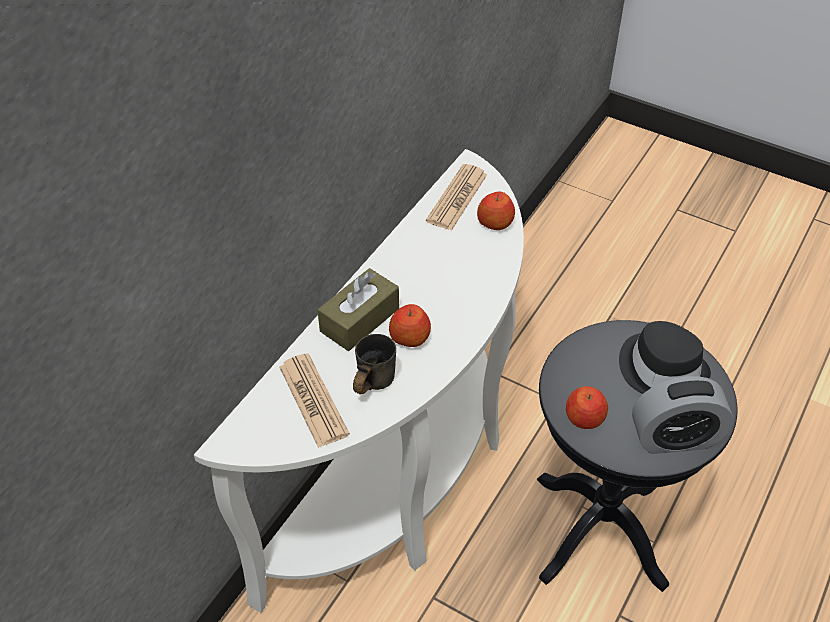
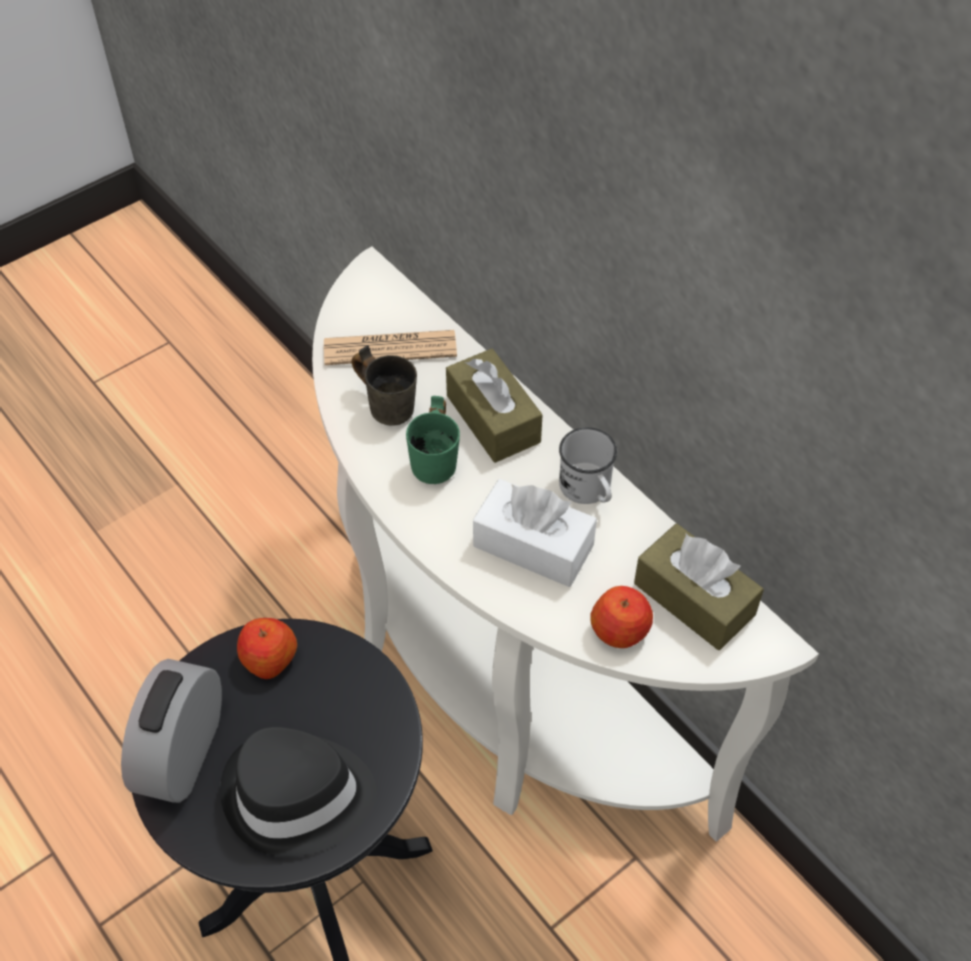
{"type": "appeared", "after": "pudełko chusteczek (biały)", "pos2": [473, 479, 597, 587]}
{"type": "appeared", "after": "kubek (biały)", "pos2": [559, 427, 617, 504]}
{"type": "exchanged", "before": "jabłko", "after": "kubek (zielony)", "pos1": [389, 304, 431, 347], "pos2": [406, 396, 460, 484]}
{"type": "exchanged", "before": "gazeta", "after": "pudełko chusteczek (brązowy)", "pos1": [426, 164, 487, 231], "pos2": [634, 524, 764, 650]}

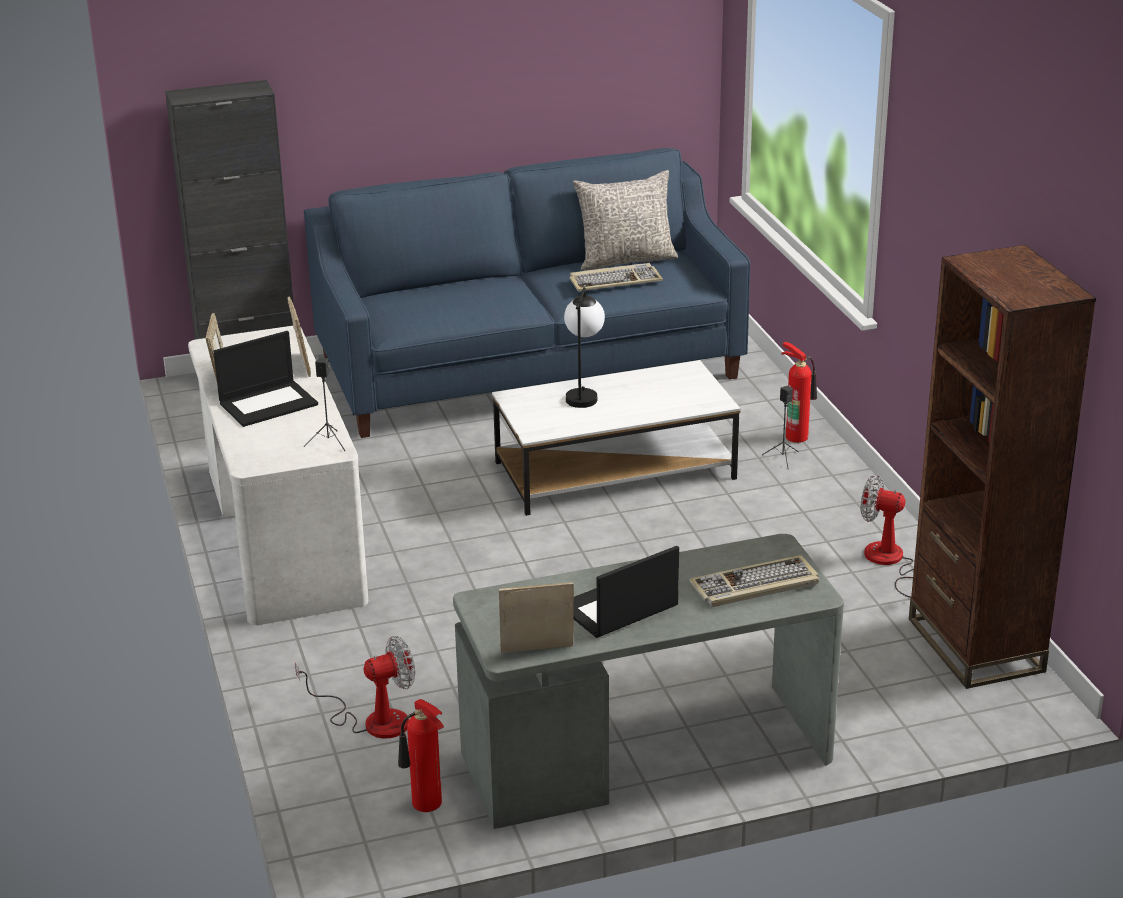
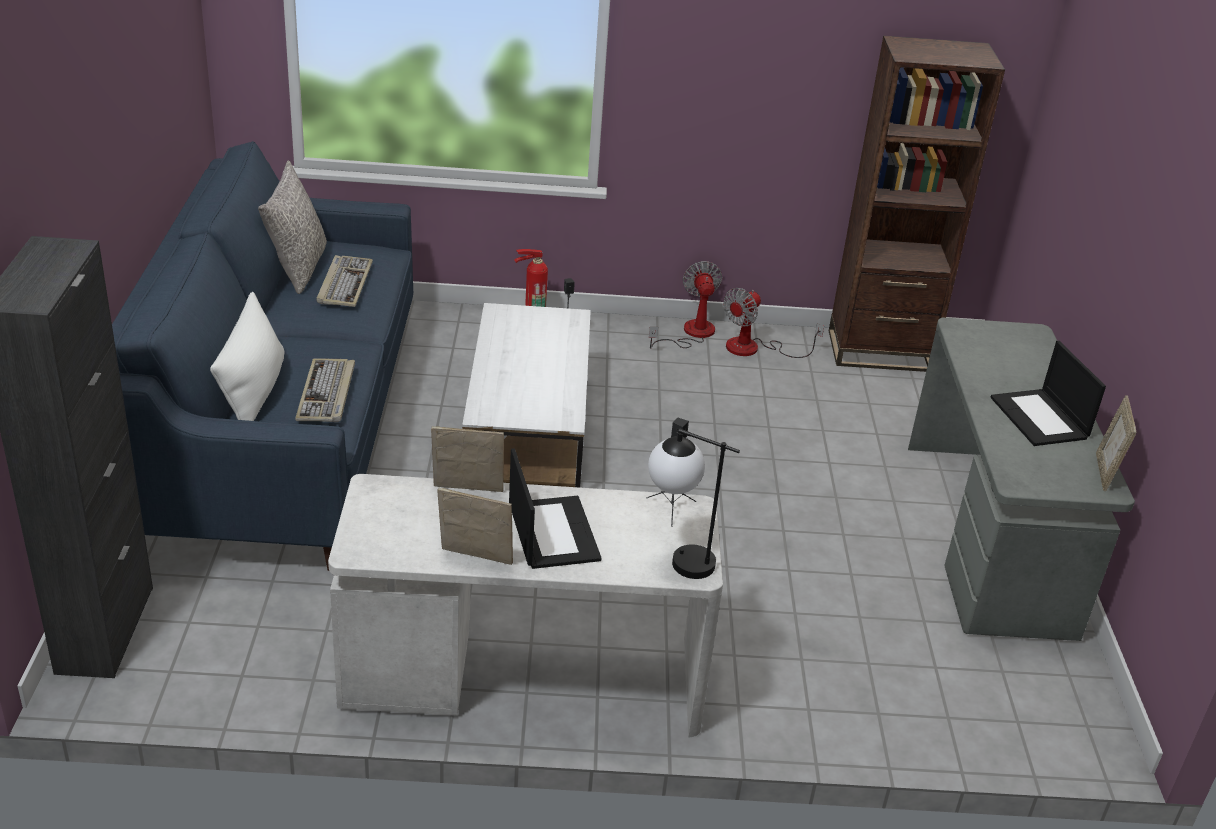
{"type": "missing", "before": "gaśnica", "pos1": [398, 699, 444, 812]}
{"type": "appeared", "after": "poduszka (biały)", "pos2": [210, 292, 285, 421]}
{"type": "relocated", "before": "wentylator", "pos1": [295, 636, 415, 739], "pos2": [649, 261, 722, 349]}
{"type": "relocated", "before": "lampa stołowa", "pos1": [564, 287, 605, 408], "pos2": [648, 429, 740, 579]}
{"type": "relocated", "before": "klawiatura", "pos1": [689, 555, 819, 607], "pos2": [295, 358, 355, 422]}

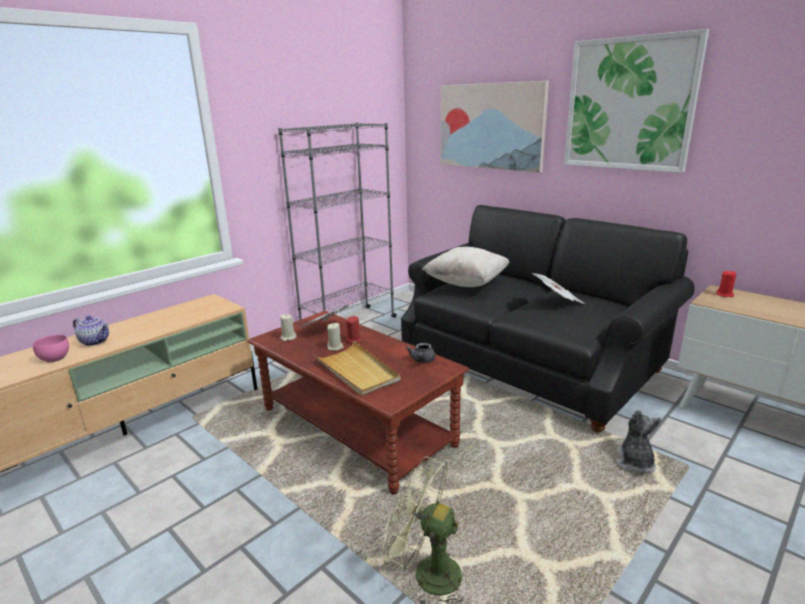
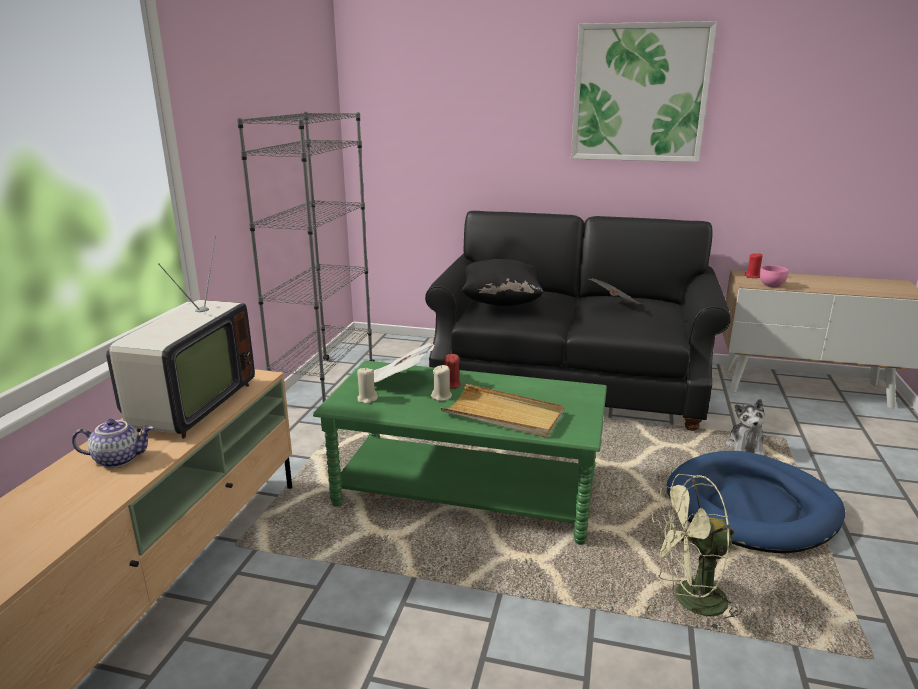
{"type": "missing", "before": "imbryk (szary)", "pos1": [406, 343, 436, 363]}
{"type": "missing", "before": "obraz", "pos1": [441, 81, 549, 173]}
{"type": "appeared", "after": "telewizor", "pos2": [106, 236, 255, 438]}
{"type": "appeared", "after": "legowisko (niebieski)", "pos2": [667, 451, 845, 554]}
{"type": "relocated", "before": "miska (różowy)", "pos1": [32, 335, 69, 363], "pos2": [760, 266, 788, 287]}
{"type": "colour", "before": "ława (brązowy)", "after": "ława (zielony)", "pos1": [247, 311, 469, 495], "pos2": [313, 361, 607, 545]}
{"type": "colour", "before": "poduszka (beżowy)", "after": "poduszka (czarny)", "pos1": [422, 247, 510, 287], "pos2": [461, 259, 544, 306]}
{"type": "spun", "before": "pluszak", "pos1": [616, 410, 661, 473], "pos2": [726, 399, 765, 455], "turn": -150}

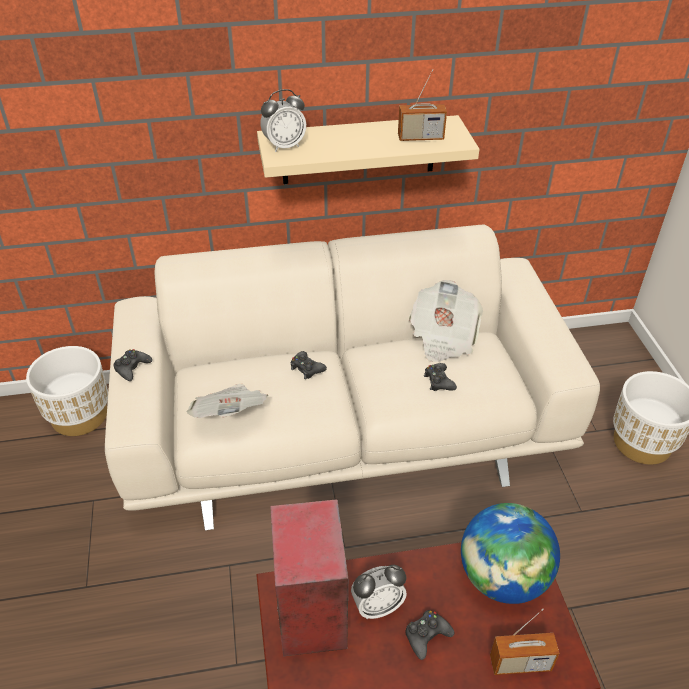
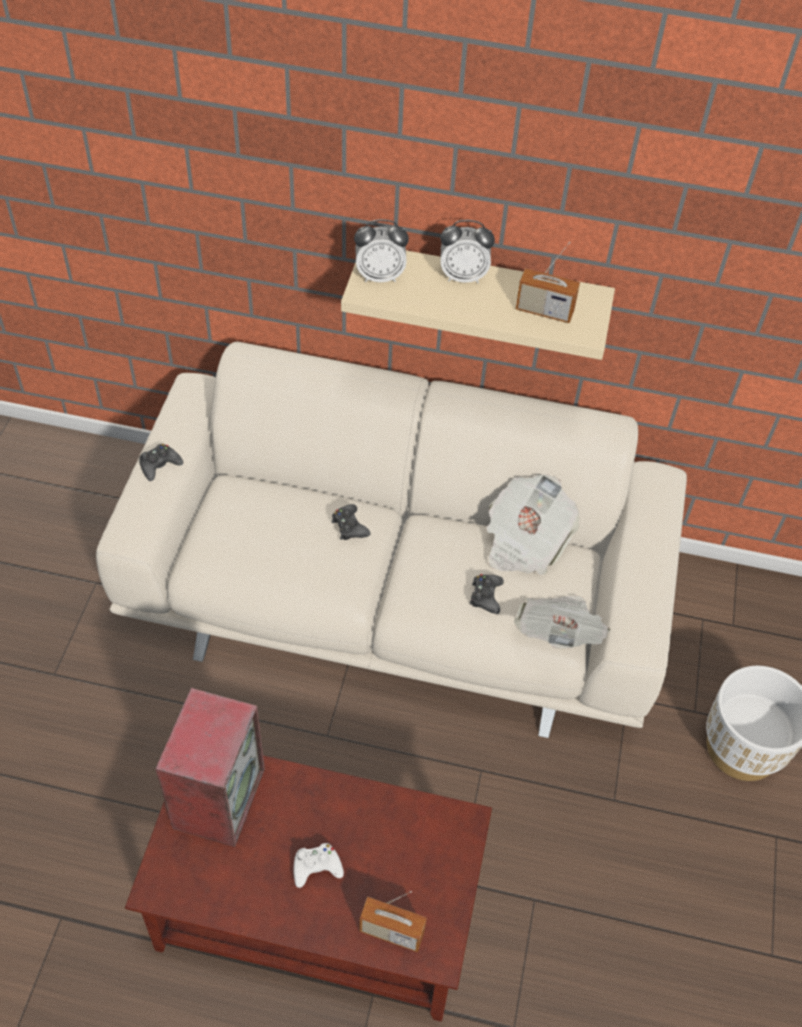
{"type": "missing", "before": "donica (biały)", "pos1": [26, 346, 108, 436]}
{"type": "missing", "before": "globus", "pos1": [461, 503, 560, 604]}
{"type": "relocated", "before": "gazeta", "pos1": [187, 384, 269, 418], "pos2": [514, 595, 610, 649]}
{"type": "relocated", "before": "budzik", "pos1": [351, 565, 407, 619], "pos2": [440, 220, 495, 283]}
{"type": "colour", "before": "pad do gier (czarny)", "after": "pad do gier (biały)", "pos1": [406, 610, 454, 660], "pos2": [293, 843, 344, 888]}

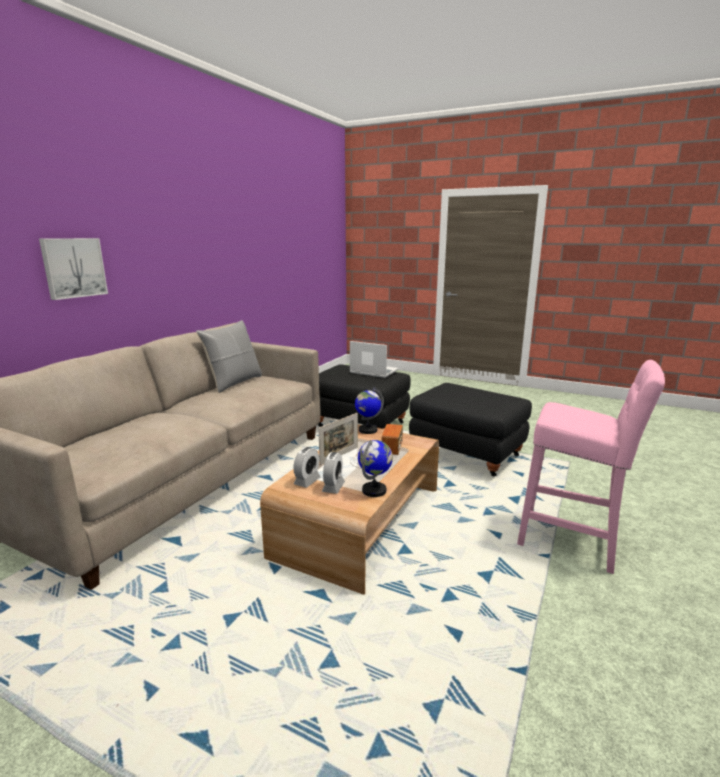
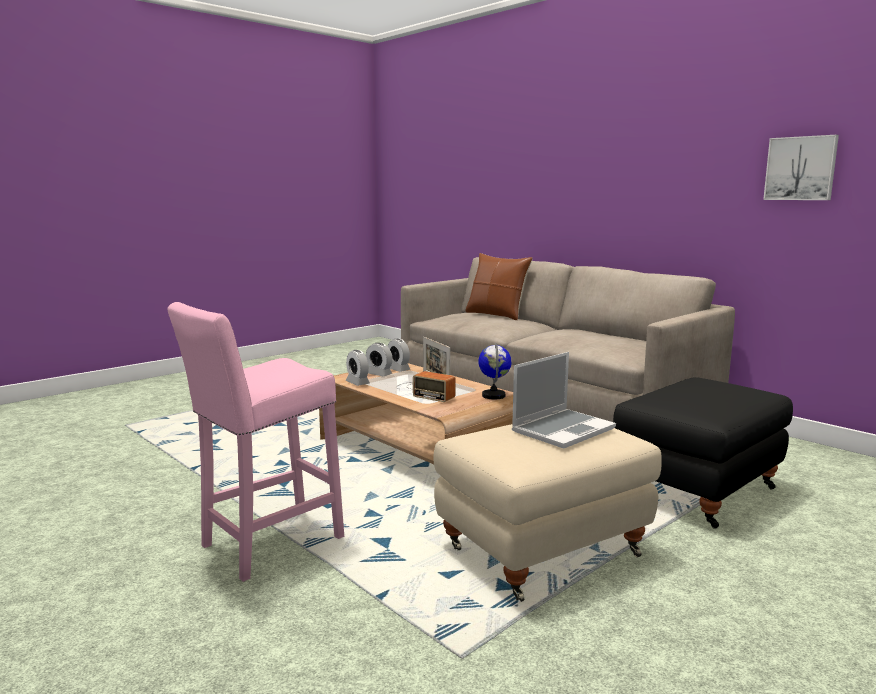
{"type": "missing", "before": "poduszka (szary)", "pos1": [196, 320, 262, 393]}
{"type": "appeared", "after": "poduszka (brązowy)", "pos2": [465, 253, 533, 320]}
{"type": "relocated", "before": "obraz", "pos1": [39, 238, 108, 300], "pos2": [763, 135, 839, 200]}
{"type": "relocated", "before": "laptop", "pos1": [350, 341, 399, 378], "pos2": [512, 352, 616, 449]}
{"type": "exchanged", "before": "globus", "after": "budzik", "pos1": [358, 440, 393, 497], "pos2": [346, 350, 370, 386]}
{"type": "colour", "before": "pufa (czarny)", "after": "pufa (beżowy)", "pos1": [409, 383, 532, 477], "pos2": [433, 424, 662, 602]}

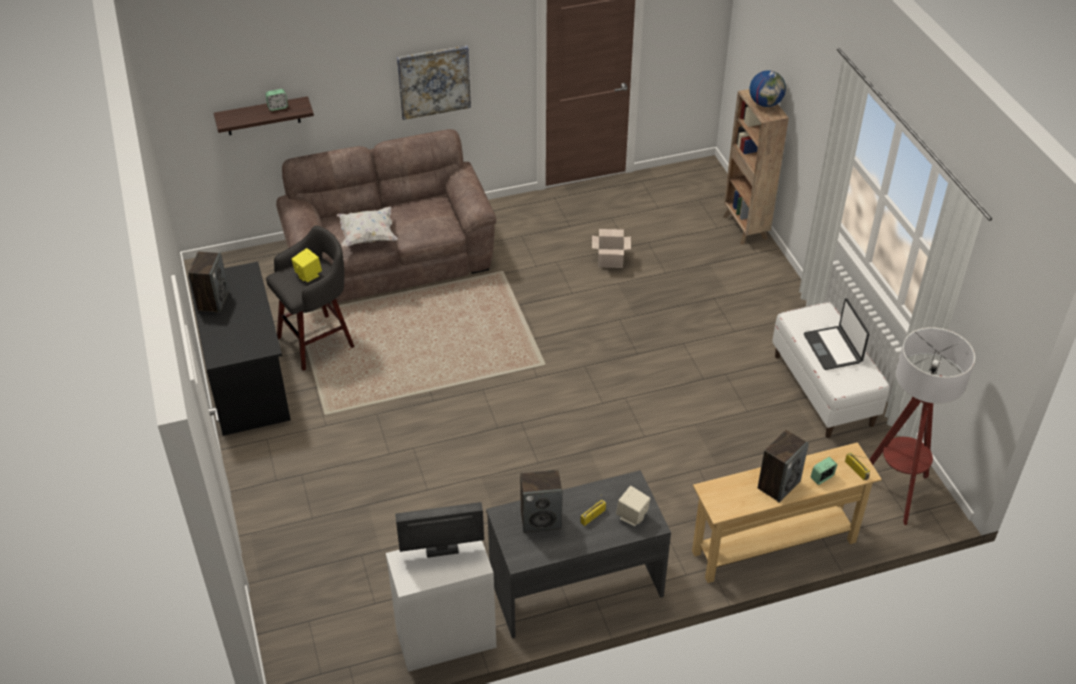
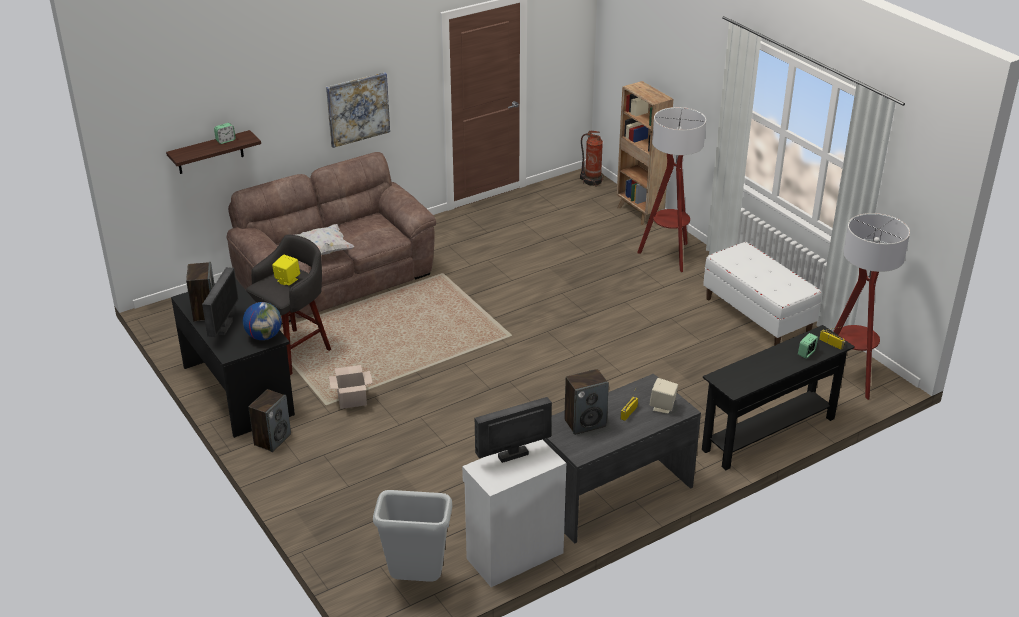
{"type": "missing", "before": "laptop", "pos1": [804, 298, 869, 370]}
{"type": "appeared", "after": "monitor", "pos2": [202, 267, 239, 337]}
{"type": "appeared", "after": "kosz na śmieci (szary)", "pos2": [373, 490, 452, 582]}
{"type": "appeared", "after": "gaśnica", "pos2": [580, 131, 604, 187]}
{"type": "appeared", "after": "lampa stojąca", "pos2": [637, 107, 706, 272]}
{"type": "relocated", "before": "karton", "pos1": [592, 229, 631, 268], "pos2": [329, 365, 372, 409]}
{"type": "relocated", "before": "globus", "pos1": [750, 70, 786, 107], "pos2": [243, 302, 282, 340]}
{"type": "relocated", "before": "głośnik", "pos1": [758, 430, 809, 503], "pos2": [248, 389, 291, 452]}
{"type": "colour", "before": "stolik konsolowy (beżowy)", "after": "stolik konsolowy (czarny)", "pos1": [692, 442, 882, 583], "pos2": [702, 325, 855, 470]}

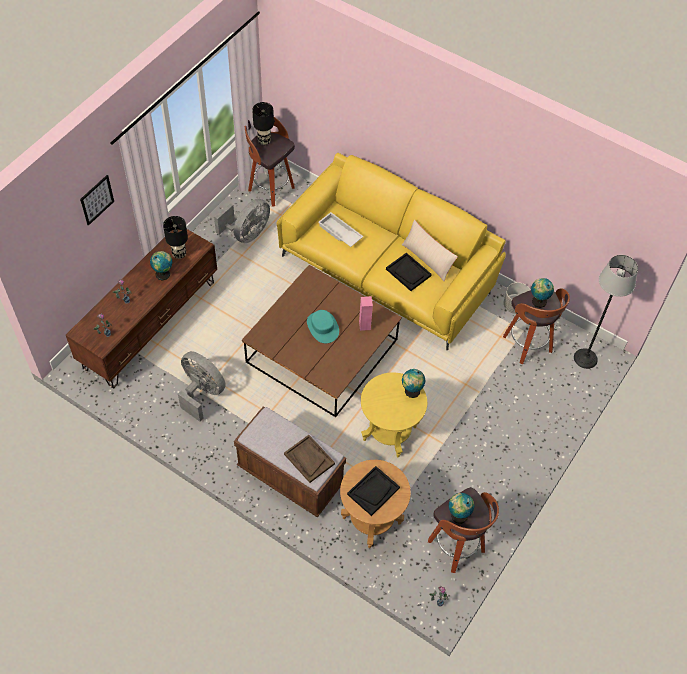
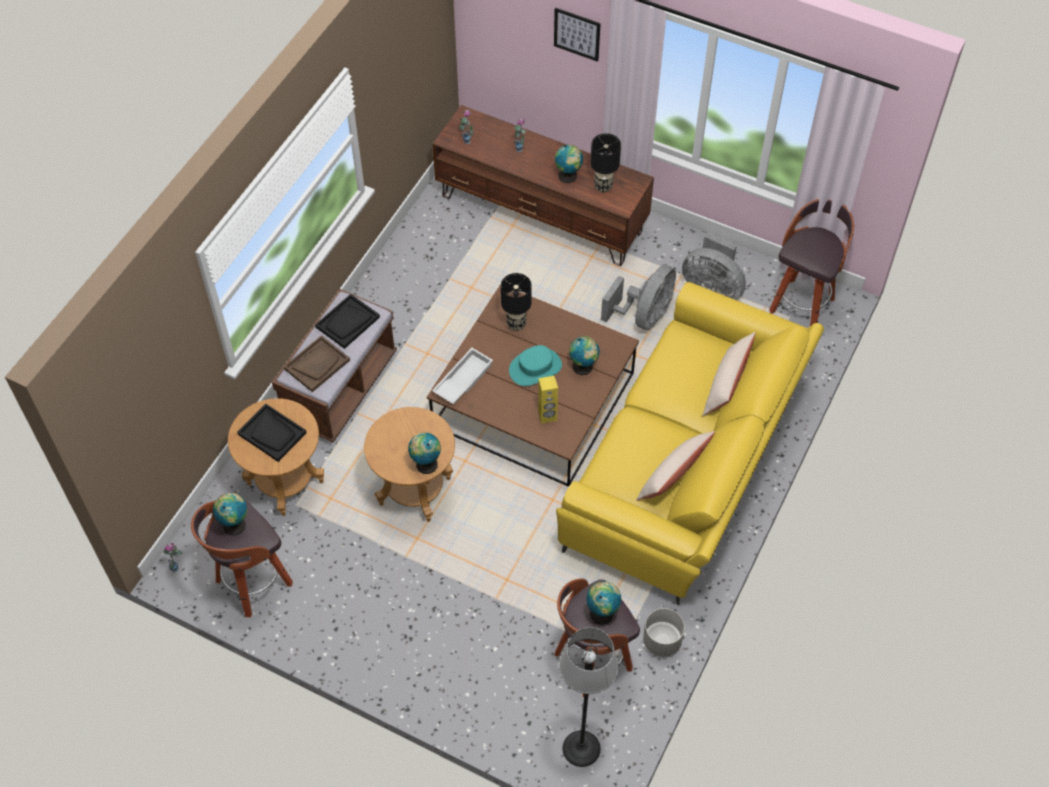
{"type": "appeared", "after": "globus", "pos2": [569, 336, 600, 375]}
{"type": "appeared", "after": "poduszka (beżowy)", "pos2": [703, 332, 756, 416]}
{"type": "relocated", "before": "wentylator (szary)", "pos1": [178, 351, 226, 422], "pos2": [601, 265, 676, 330]}
{"type": "relocated", "before": "lampa stołowa (czarny)", "pos1": [252, 102, 274, 145], "pos2": [501, 273, 532, 331]}
{"type": "relocated", "before": "taca (biały)", "pos1": [318, 212, 364, 247], "pos2": [432, 348, 493, 405]}
{"type": "relocated", "before": "taca (czarny)", "pos1": [386, 253, 432, 291], "pos2": [315, 294, 380, 349]}
{"type": "colour", "before": "głośnik (różowy)", "after": "głośnik (żółty)", "pos1": [359, 296, 373, 331], "pos2": [538, 376, 558, 423]}
{"type": "colour", "before": "stolik (żółty)", "after": "stolik (brązowy)", "pos1": [361, 372, 427, 457], "pos2": [364, 407, 455, 522]}

